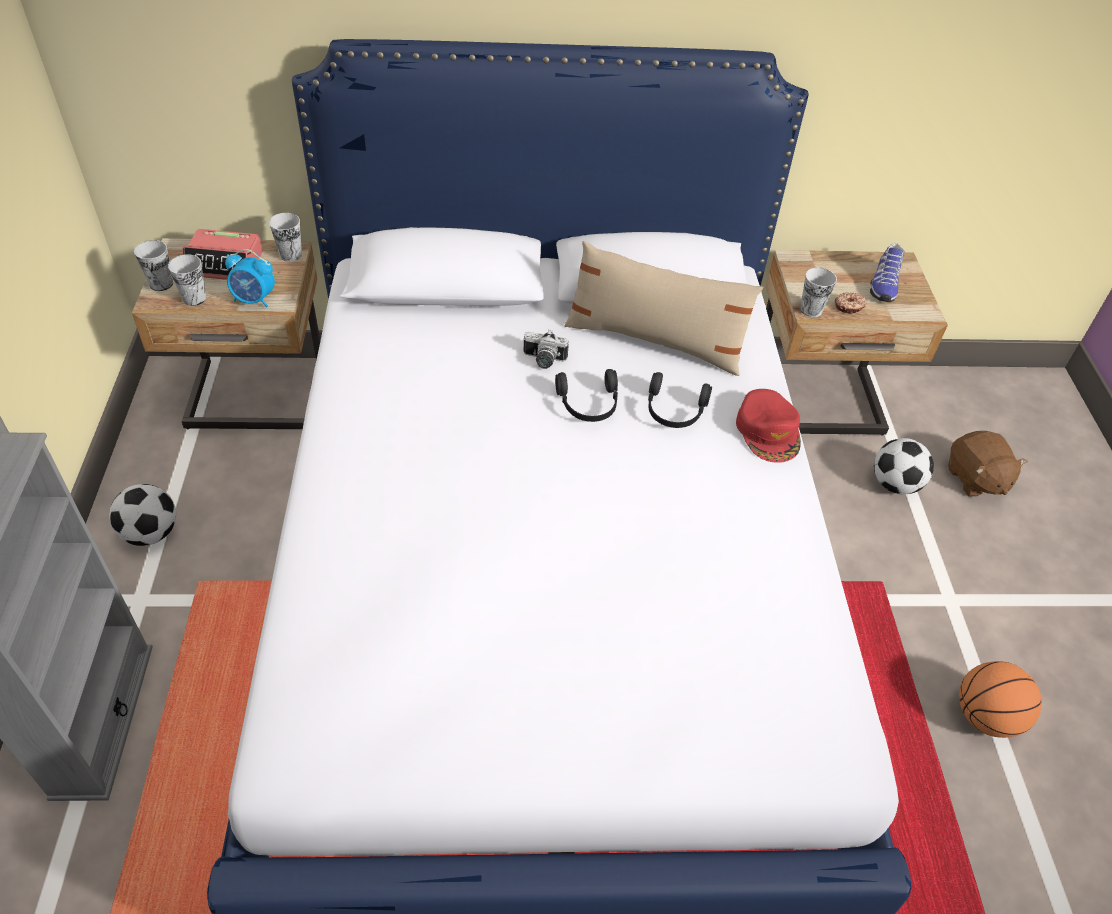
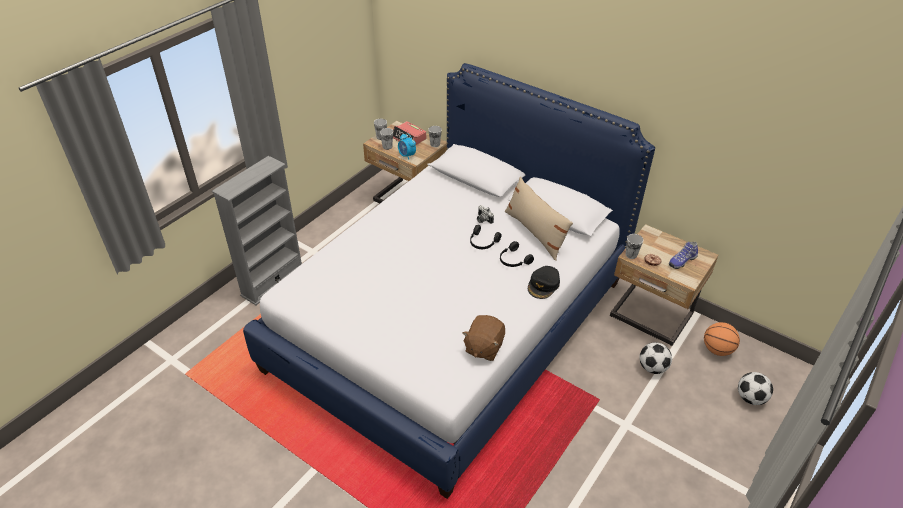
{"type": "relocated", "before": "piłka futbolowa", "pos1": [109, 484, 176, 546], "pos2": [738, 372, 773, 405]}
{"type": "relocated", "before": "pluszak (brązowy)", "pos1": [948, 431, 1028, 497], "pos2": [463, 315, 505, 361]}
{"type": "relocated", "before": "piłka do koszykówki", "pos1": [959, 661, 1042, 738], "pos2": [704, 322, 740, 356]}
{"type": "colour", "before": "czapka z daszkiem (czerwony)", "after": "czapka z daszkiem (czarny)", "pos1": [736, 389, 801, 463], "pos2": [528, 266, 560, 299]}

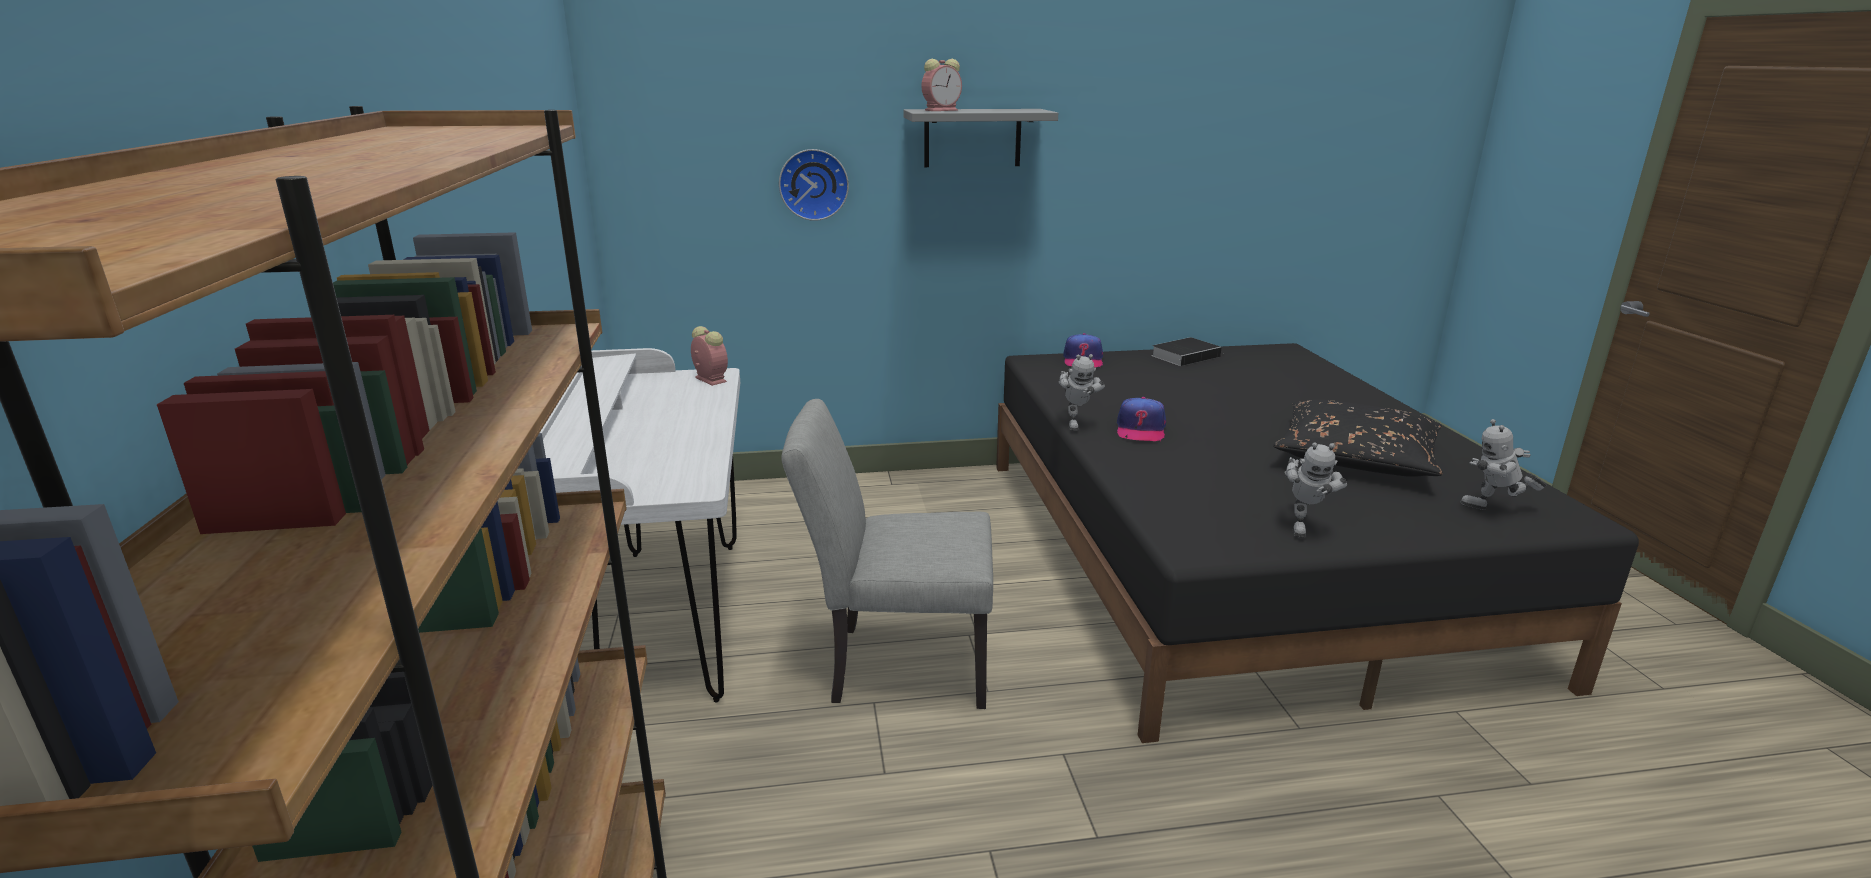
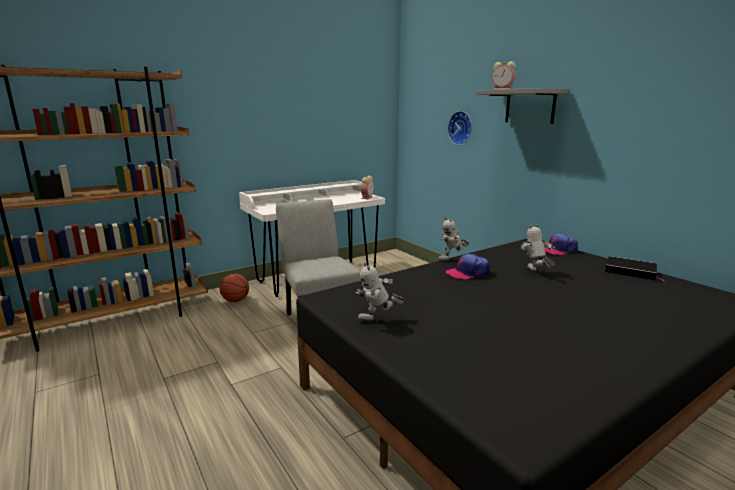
{"type": "missing", "before": "poduszka (czarny)", "pos1": [1273, 400, 1443, 477]}
{"type": "appeared", "after": "piłka do koszykówki", "pos2": [220, 274, 249, 302]}
{"type": "relocated", "before": "robot zabawkowy", "pos1": [1460, 419, 1547, 510], "pos2": [521, 224, 555, 272]}

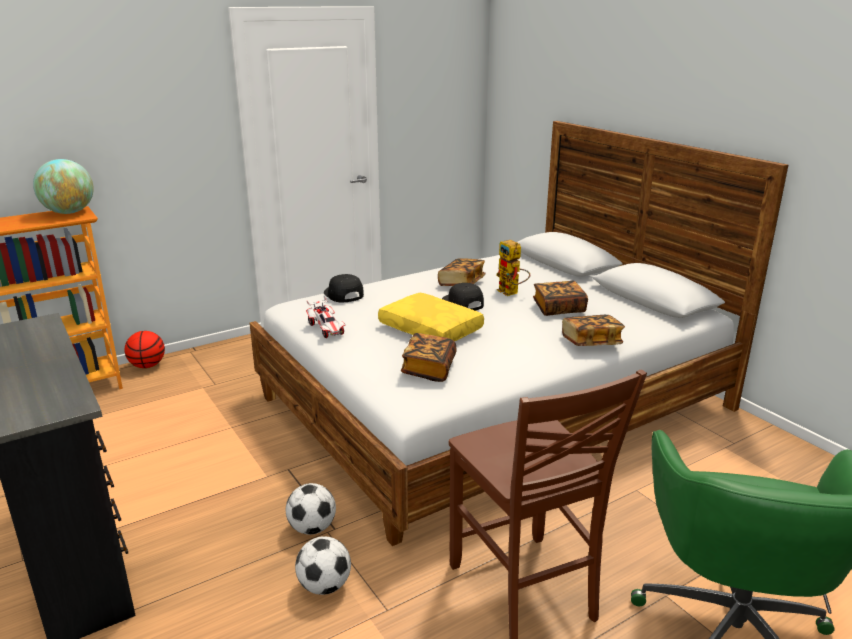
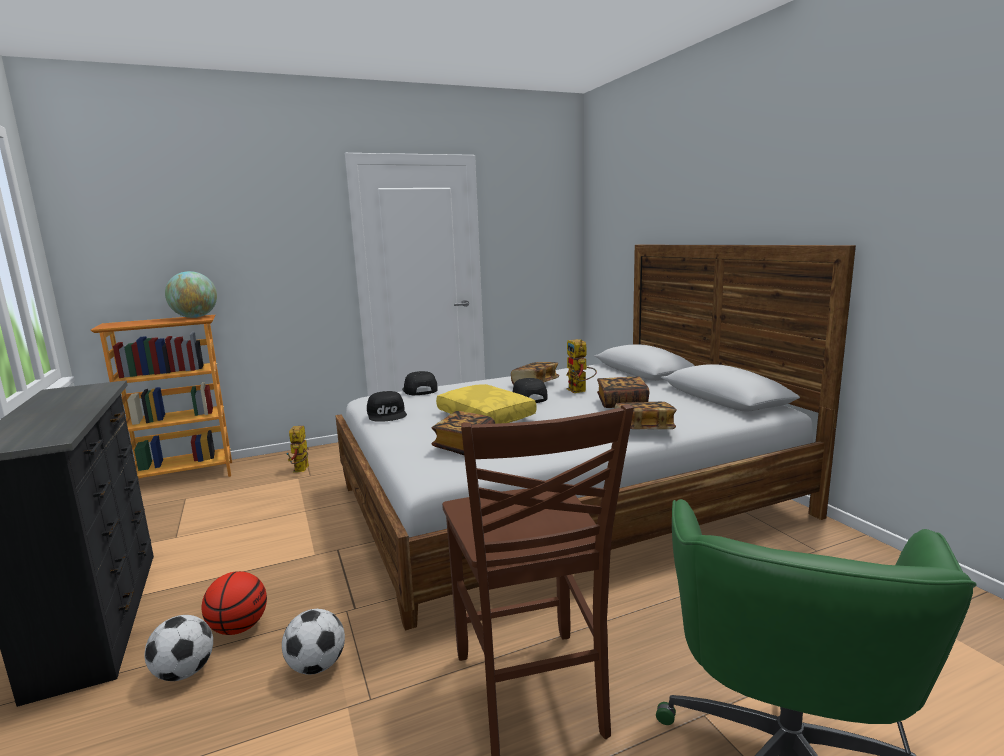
{"type": "appeared", "after": "robot zabawkowy", "pos2": [286, 426, 309, 472]}
{"type": "relocated", "before": "piłka do koszykówki", "pos1": [125, 331, 165, 368], "pos2": [202, 571, 267, 635]}
{"type": "relocated", "before": "piłka futbolowa", "pos1": [286, 483, 336, 535], "pos2": [145, 615, 213, 681]}
{"type": "exchanged", "before": "samochodzik", "after": "czapka z daszkiem (czarny)", "pos1": [306, 298, 345, 338], "pos2": [367, 391, 407, 422]}

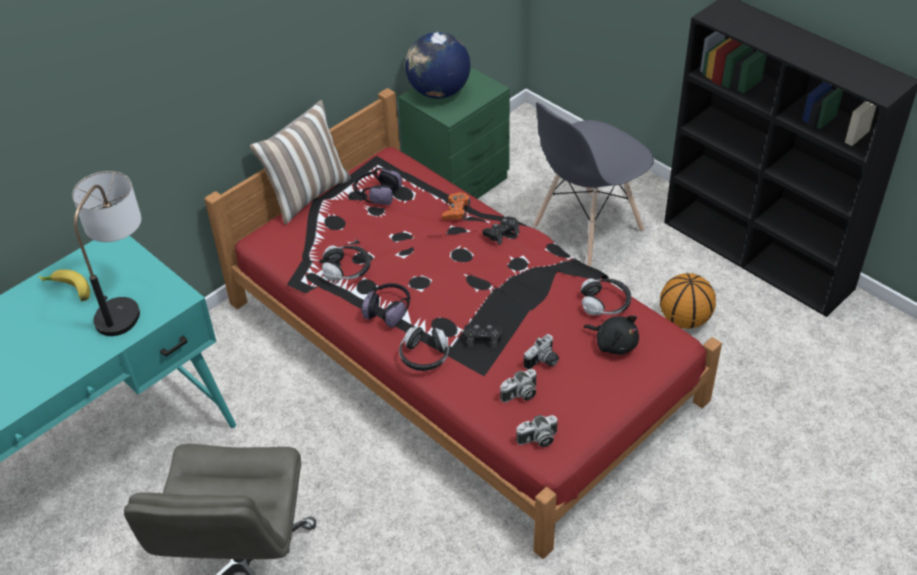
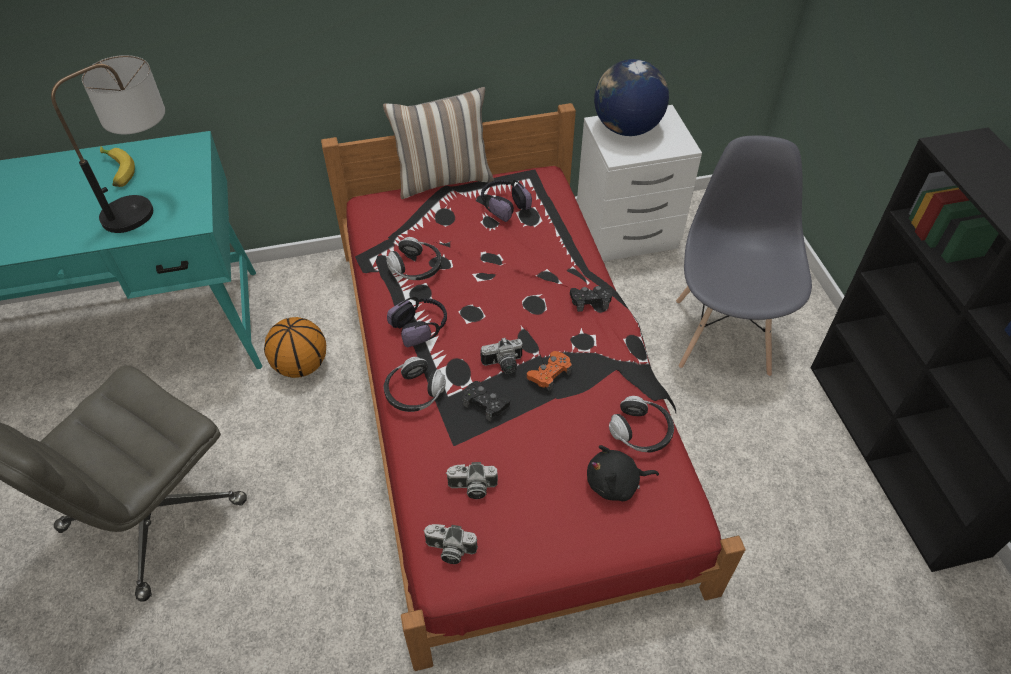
{"type": "relocated", "before": "pad do gier (pomarańczowy)", "pos1": [442, 193, 470, 221], "pos2": [527, 351, 572, 392]}
{"type": "relocated", "before": "aparat fotograficzny", "pos1": [524, 334, 559, 370], "pos2": [480, 338, 523, 374]}
{"type": "relocated", "before": "piłka do koszykówki", "pos1": [660, 273, 716, 329], "pos2": [264, 317, 326, 378]}
{"type": "colour", "before": "szafka nocna (zielony)", "after": "szafka nocna (biały)", "pos1": [398, 67, 510, 199], "pos2": [577, 105, 702, 261]}
{"type": "spun", "before": "krzesło (szary)", "pos1": [534, 102, 654, 267], "pos2": [676, 135, 812, 377], "turn": 105}
{"type": "spun", "before": "pluszak (czarny)", "pos1": [584, 316, 639, 355], "pos2": [587, 445, 659, 501], "turn": 105}

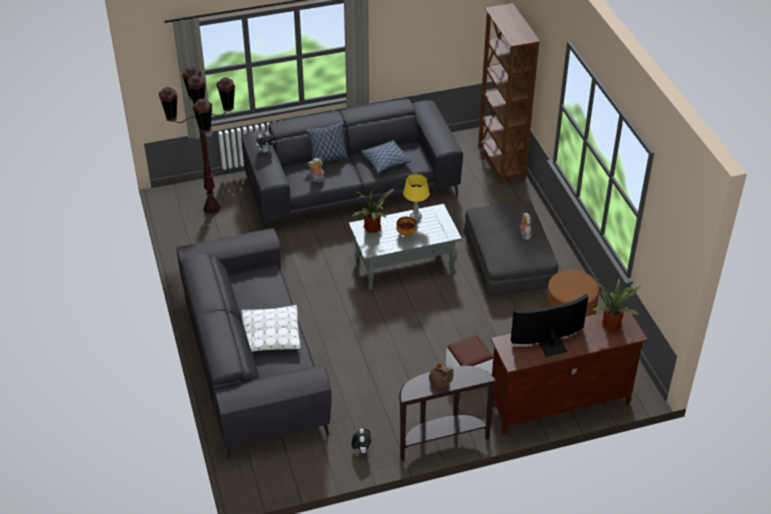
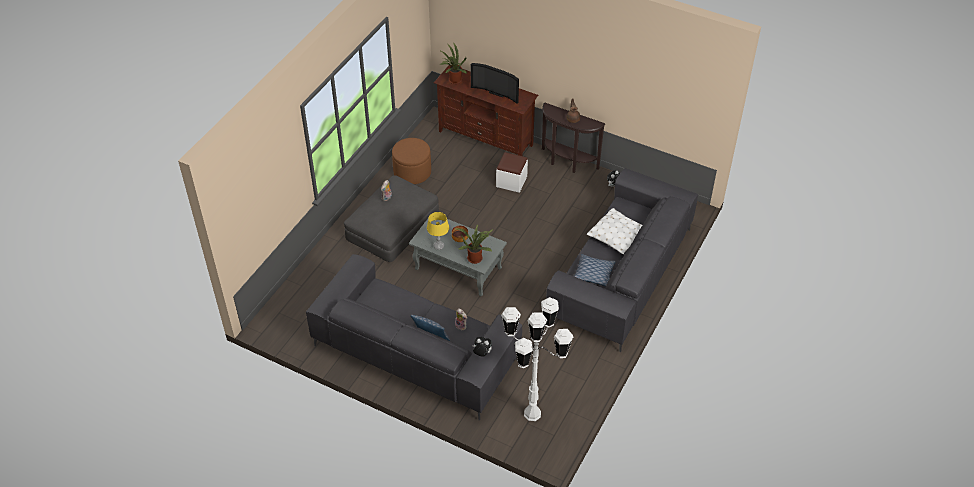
{"type": "missing", "before": "regał (brązowy)", "pos1": [478, 3, 540, 184]}
{"type": "relocated", "before": "poduszka", "pos1": [360, 140, 412, 173], "pos2": [574, 254, 616, 286]}
{"type": "colour", "before": "lampa stojąca (brązowy)", "after": "lampa stojąca (biały)", "pos1": [159, 66, 235, 214], "pos2": [501, 297, 573, 421]}

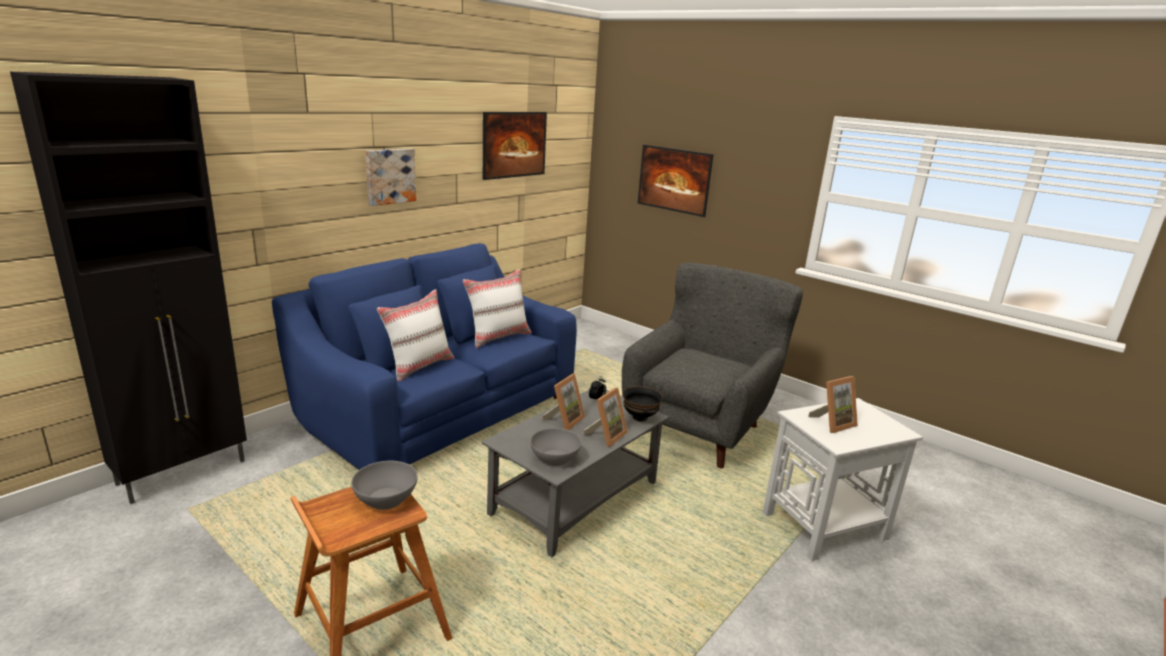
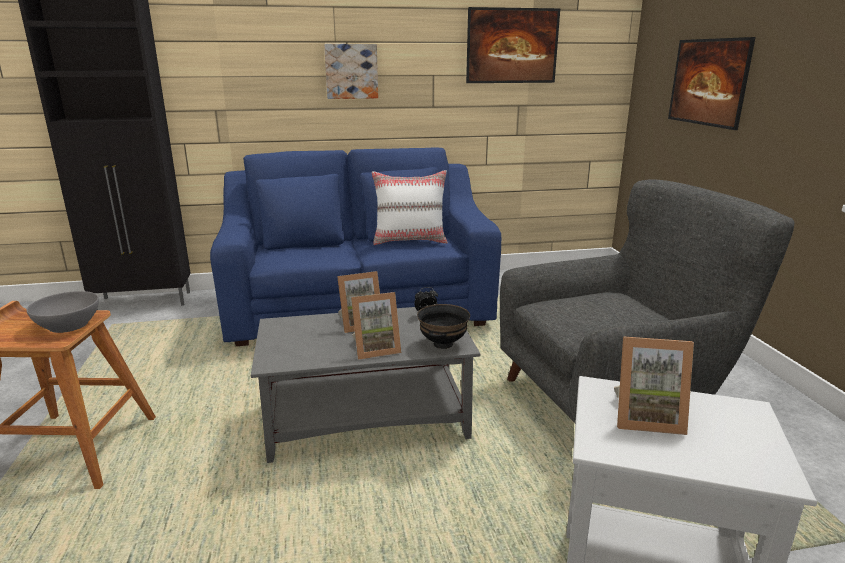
{"type": "missing", "before": "poduszka (biały)", "pos1": [377, 289, 454, 382]}
{"type": "missing", "before": "miska (szary)", "pos1": [530, 428, 581, 466]}

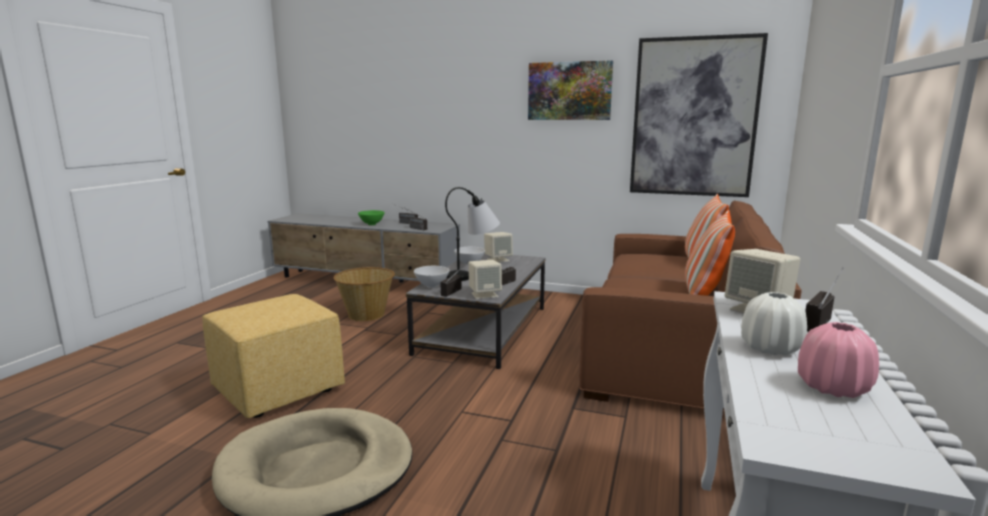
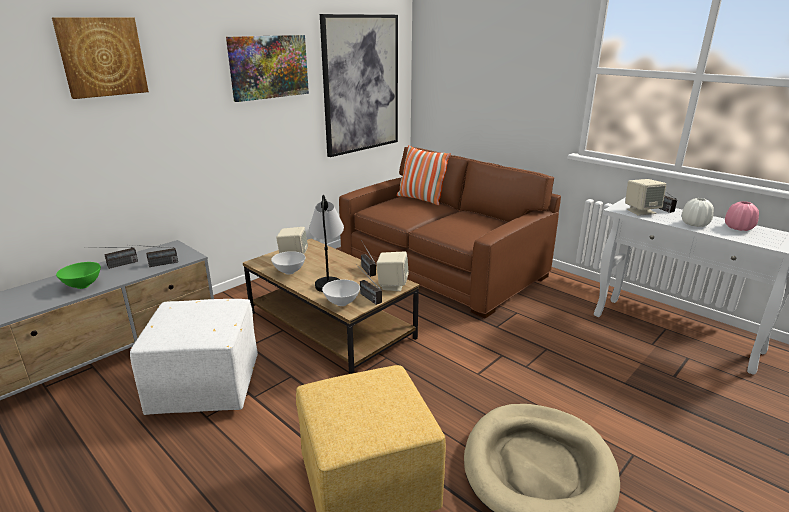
{"type": "missing", "before": "poduszka", "pos1": [685, 210, 735, 296]}
{"type": "appeared", "after": "obraz", "pos2": [52, 18, 149, 99]}
{"type": "exchanged", "before": "koszyk", "after": "pufa (biały)", "pos1": [334, 267, 395, 321], "pos2": [130, 299, 258, 415]}
{"type": "colour", "before": "ława (szary)", "after": "ława (brązowy)", "pos1": [406, 253, 545, 369], "pos2": [243, 239, 420, 374]}

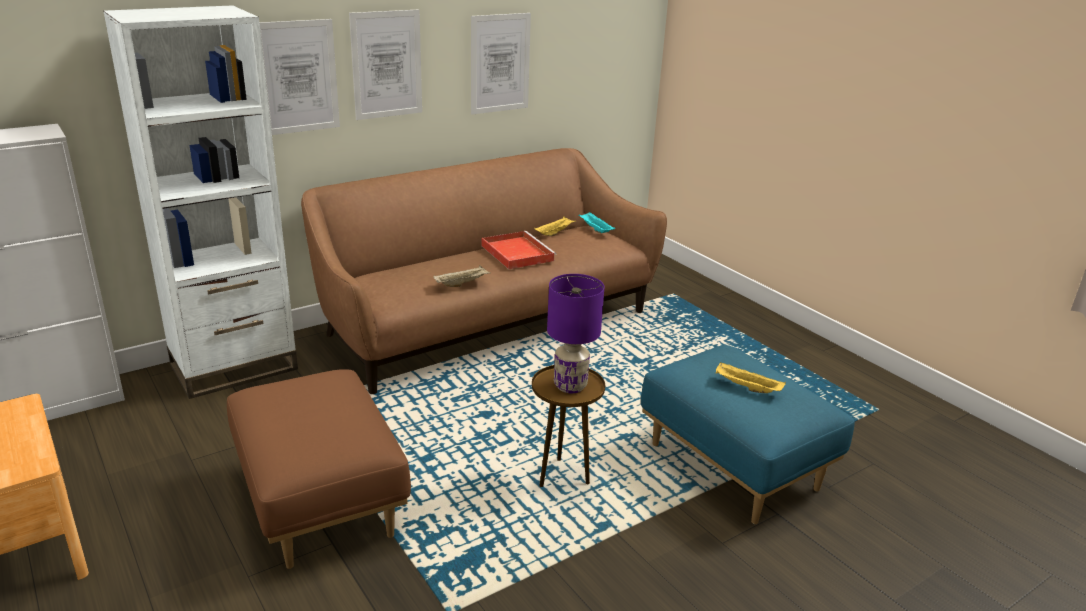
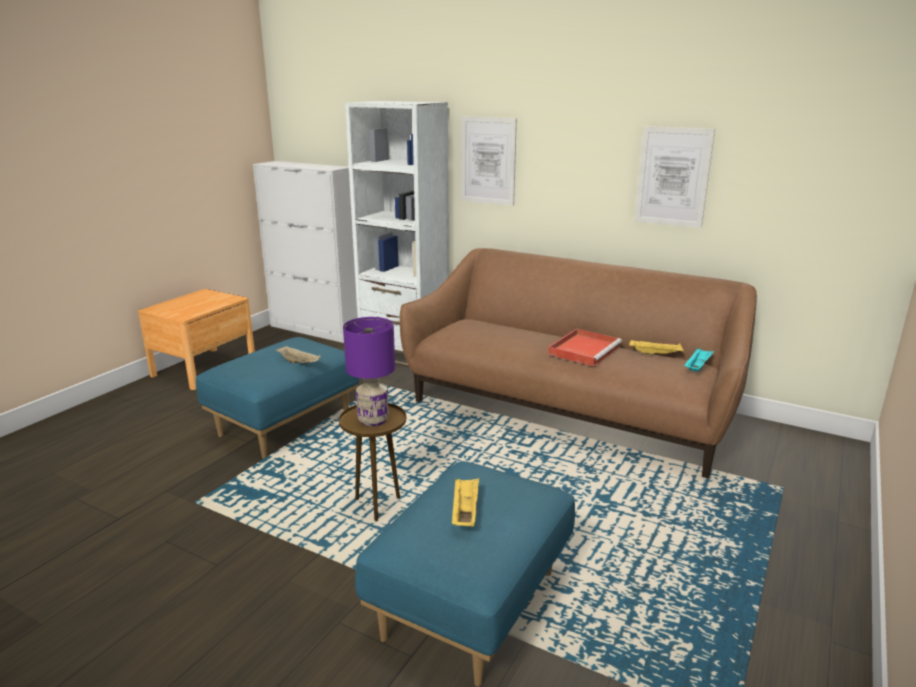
{"type": "missing", "before": "obraz", "pos1": [349, 10, 422, 120]}
{"type": "relocated", "before": "taca (beżowy)", "pos1": [433, 265, 490, 287], "pos2": [276, 346, 321, 364]}
{"type": "colour", "before": "pufa (brązowy)", "after": "pufa (niebieski)", "pos1": [227, 369, 411, 569], "pos2": [196, 337, 359, 459]}

